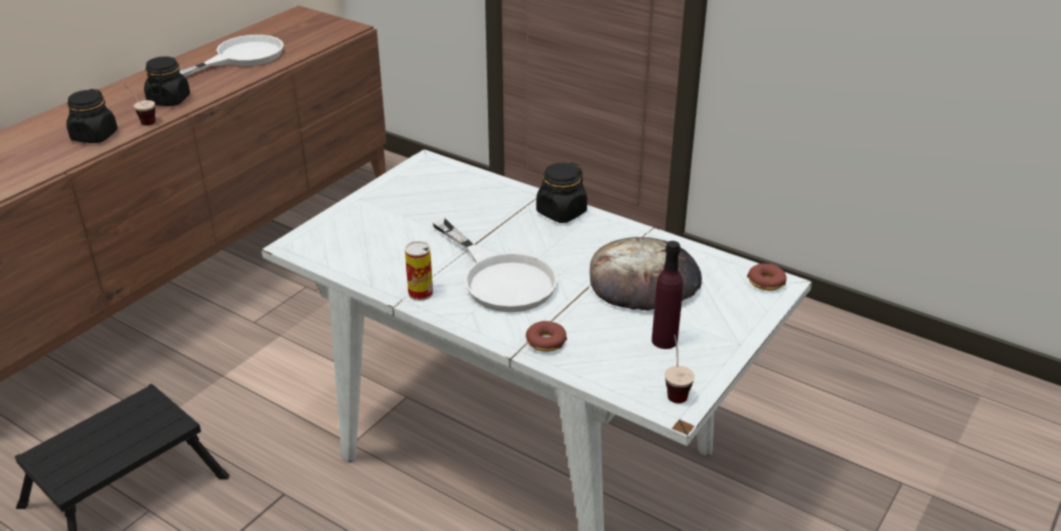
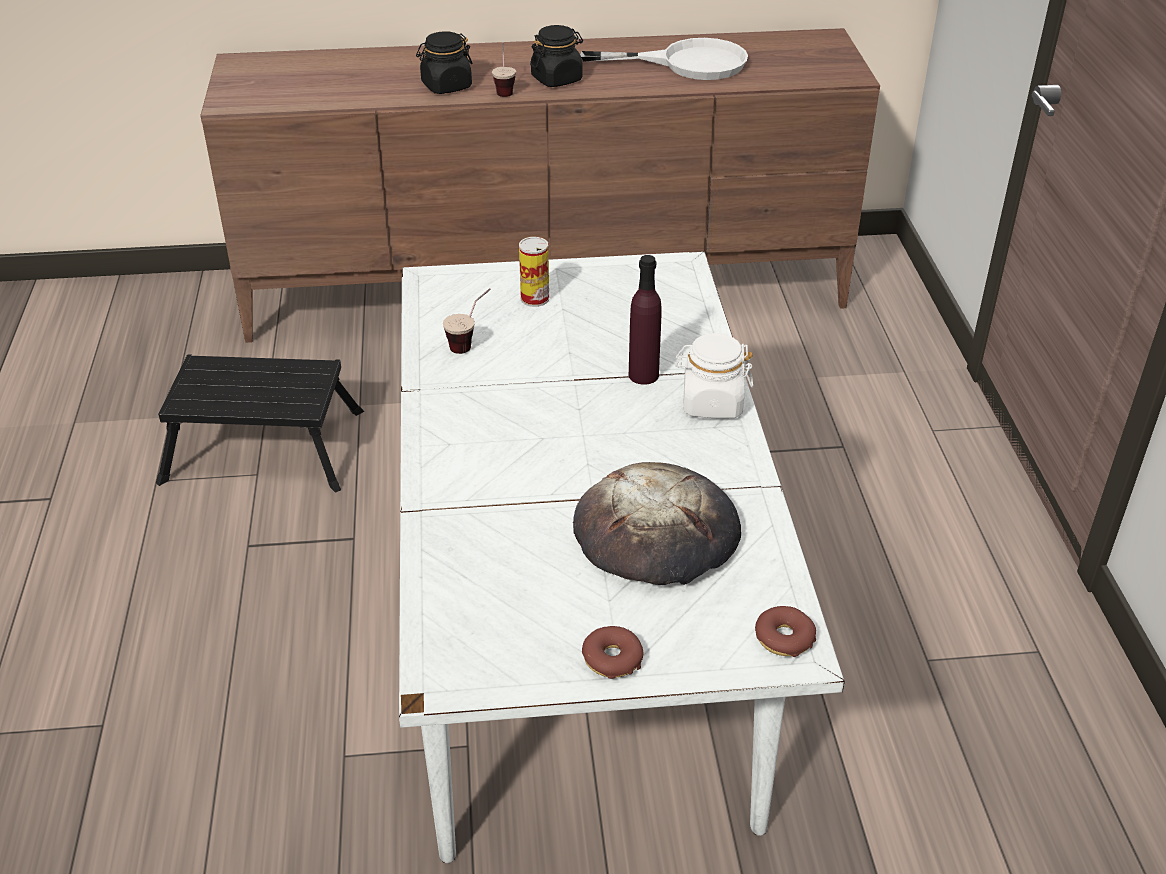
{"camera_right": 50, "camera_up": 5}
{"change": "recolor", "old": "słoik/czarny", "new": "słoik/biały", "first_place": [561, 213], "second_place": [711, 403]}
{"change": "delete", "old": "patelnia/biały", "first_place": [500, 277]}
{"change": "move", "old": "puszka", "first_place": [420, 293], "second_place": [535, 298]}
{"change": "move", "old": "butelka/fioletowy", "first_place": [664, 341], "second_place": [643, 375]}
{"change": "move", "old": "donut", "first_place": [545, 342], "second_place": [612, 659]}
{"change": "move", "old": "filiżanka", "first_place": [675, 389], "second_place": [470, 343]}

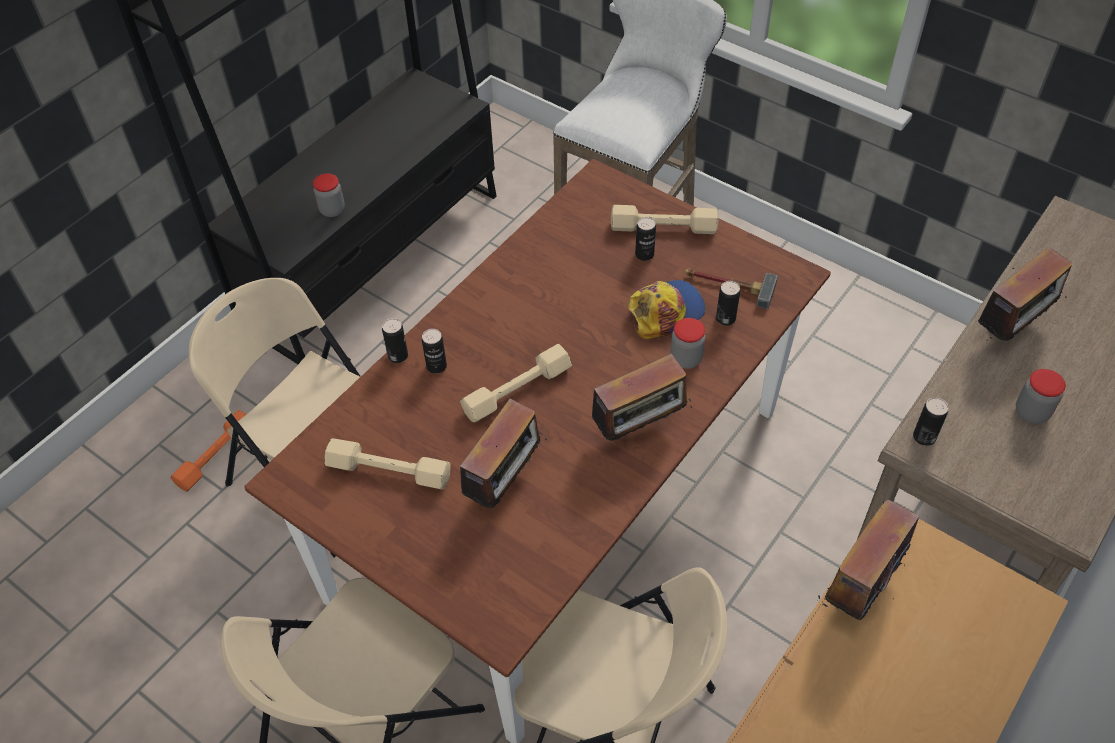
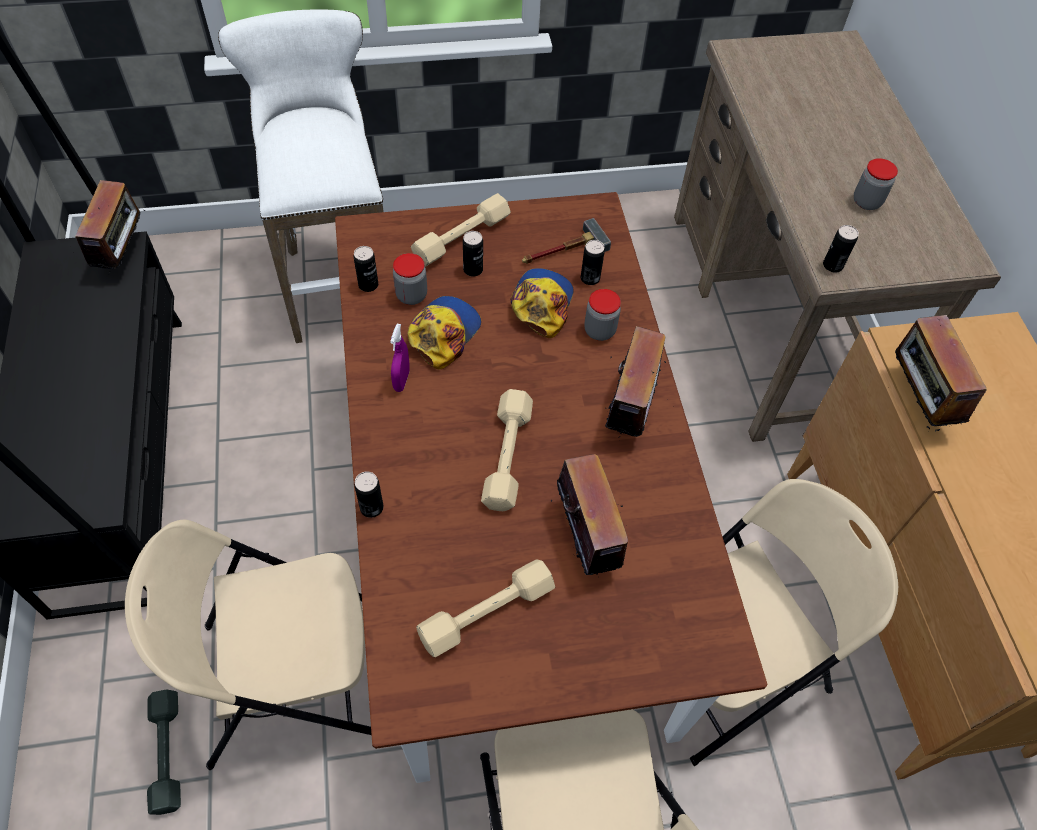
{"camera_right": -50, "camera_up": 5}
{"change": "move", "old": "słoik", "first_place": [332, 210], "second_place": [411, 295]}
{"change": "move", "old": "radio", "first_place": [1012, 327], "second_place": [124, 254]}
{"change": "move", "old": "puszka", "first_place": [436, 366], "second_place": [368, 285]}
{"change": "recolor", "old": "hantel/pomarańczowy", "new": "hantel/szary", "first_place": [215, 455], "second_place": [166, 753]}
{"change": "insert", "new": "czapka z daszkiem", "second_place": [444, 333]}
{"change": "insert", "new": "spryskiwacz/fioletowy", "second_place": [401, 380]}

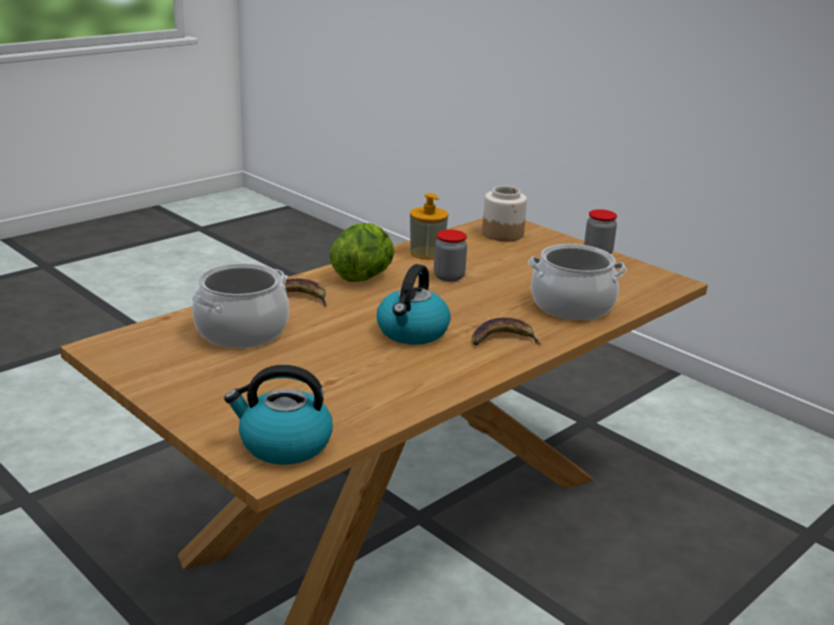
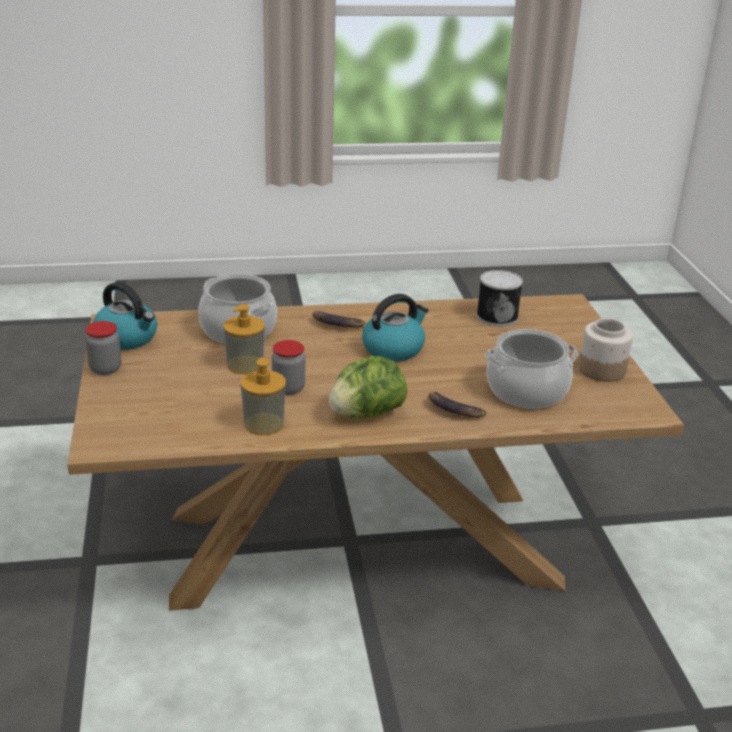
{"camera_right": -145, "camera_up": 5}
{"change": "move", "old": "słoik", "first_place": [503, 234], "second_place": [601, 370]}
{"change": "move", "old": "czajnik", "first_place": [284, 444], "second_place": [127, 338]}
{"change": "insert", "new": "puszka", "second_place": [497, 316]}
{"change": "insert", "new": "dozownik mydła", "second_place": [245, 365]}

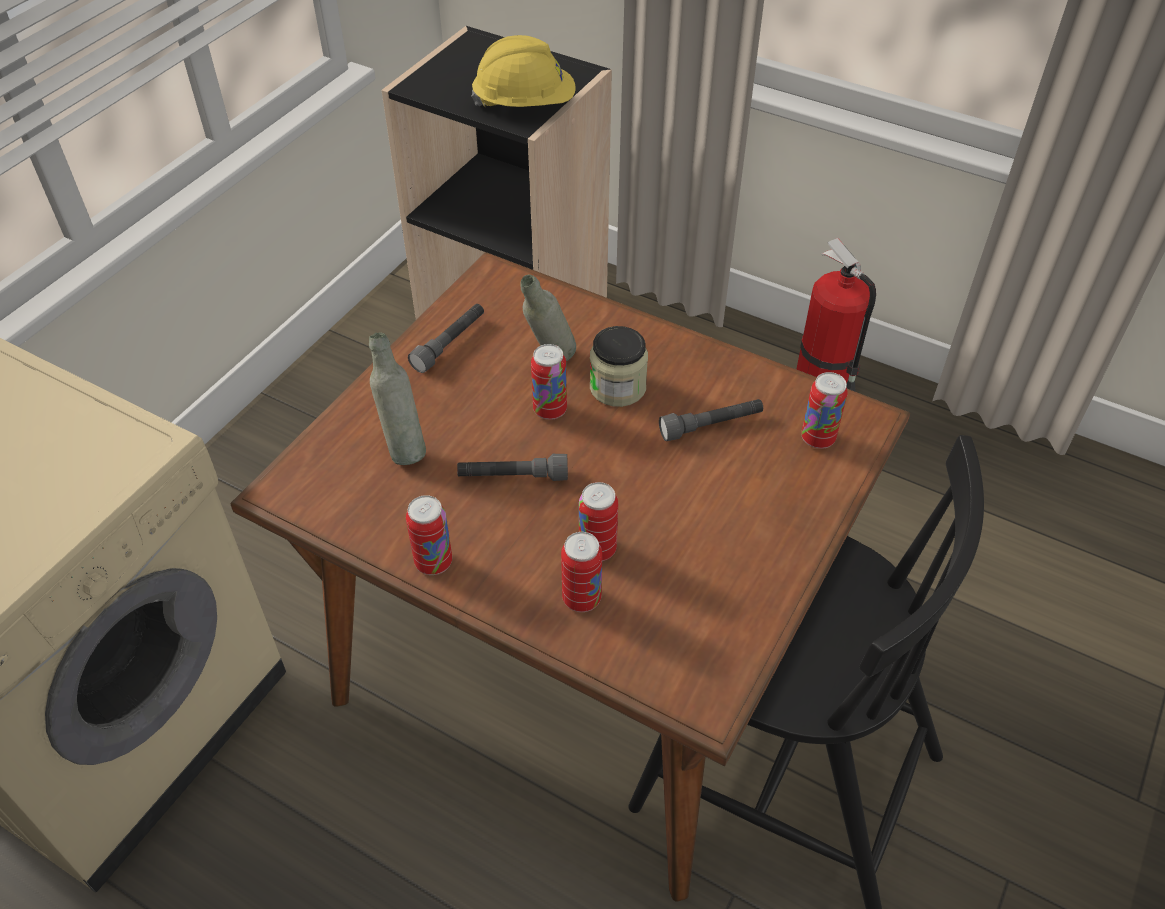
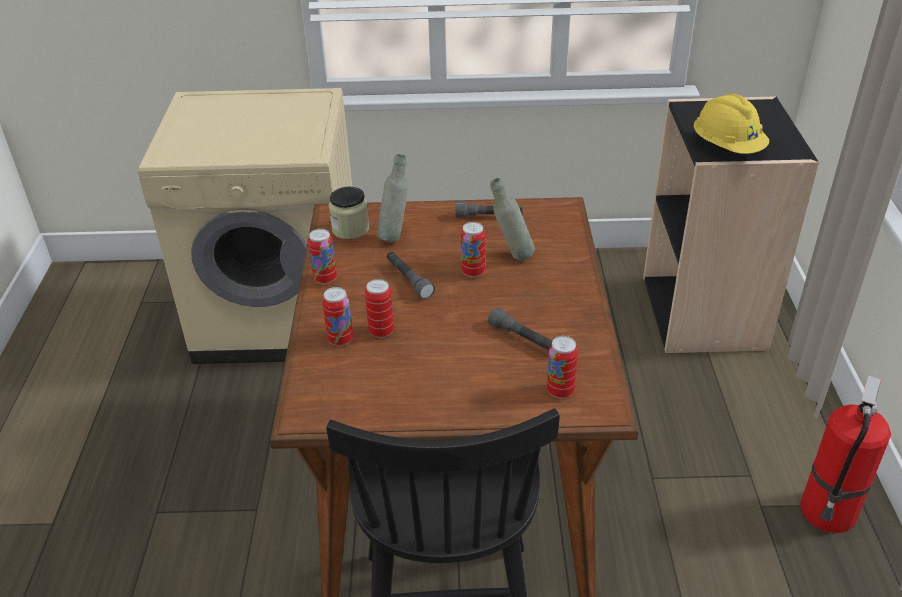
{"camera_right": 60, "camera_up": -10}
{"change": "move", "old": "słoik", "first_place": [617, 387], "second_place": [350, 229]}

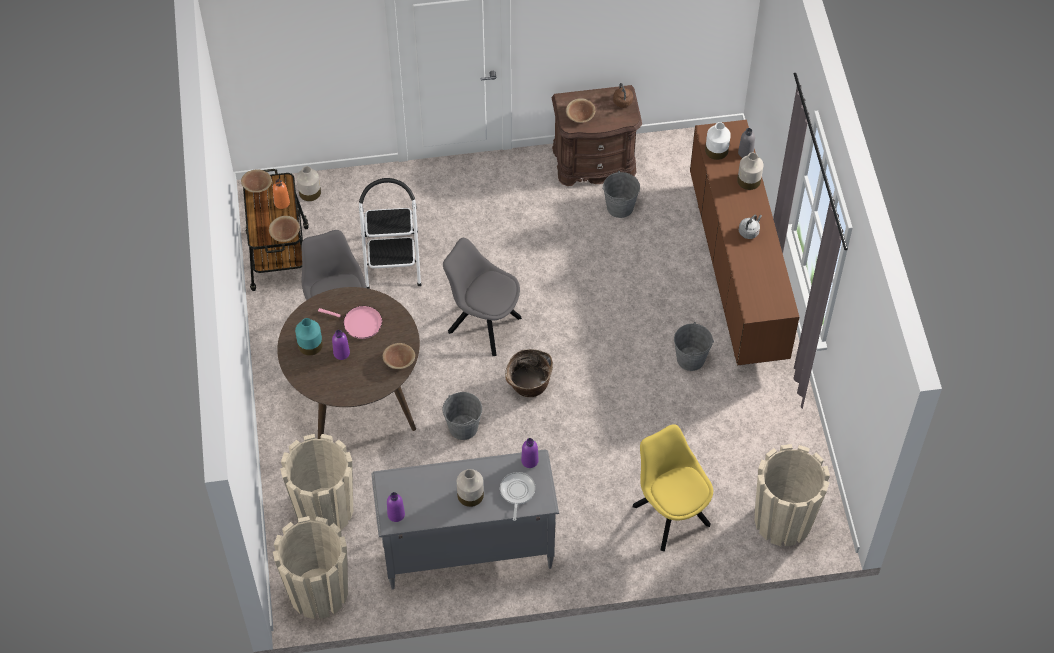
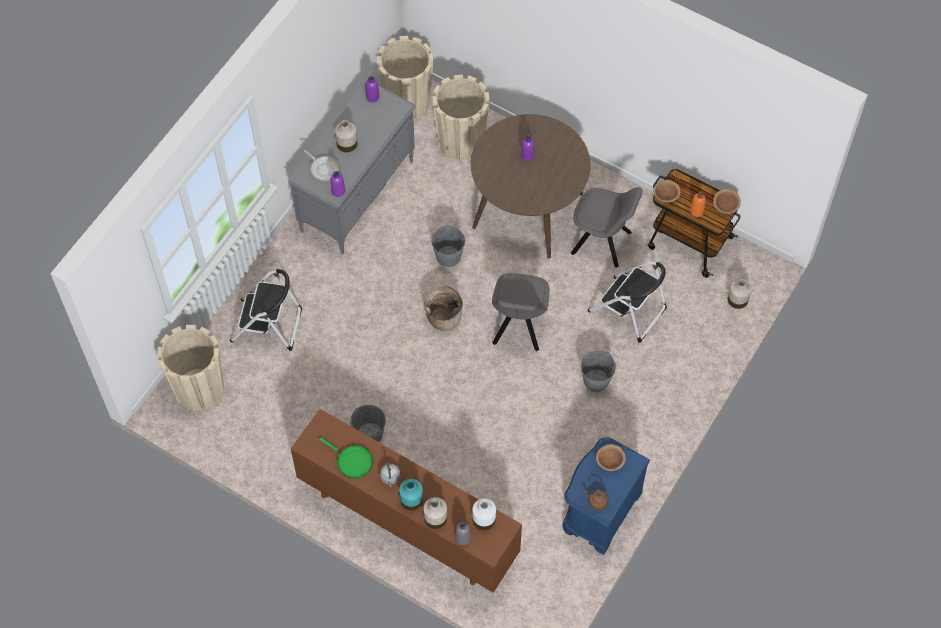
{"camera_right": 130, "camera_up": 5}
{"change": "recolor", "old": "szafka nocna/brązowy", "new": "szafka nocna/niebieski", "first_place": [595, 164], "second_place": [599, 511]}
{"change": "move", "old": "wiadro/szary", "first_place": [620, 207], "second_place": [596, 380]}
{"change": "rotate", "old": "krzesło/szary", "first_place": [483, 325], "second_place": [519, 326], "degrees": 120}
{"change": "delete", "old": "patelnia/różowy", "first_place": [360, 323]}
{"change": "move", "old": "wazon/turkusowy", "first_place": [310, 344], "second_place": [412, 499]}
{"change": "delete", "old": "miska/brązowy", "first_place": [399, 360]}
{"change": "replace", "old": "krzesło/żółty", "new": "drabinka", "first_place": [670, 515], "second_place": [269, 325]}
{"change": "insert", "new": "patelnia/zielony", "second_place": [352, 462]}

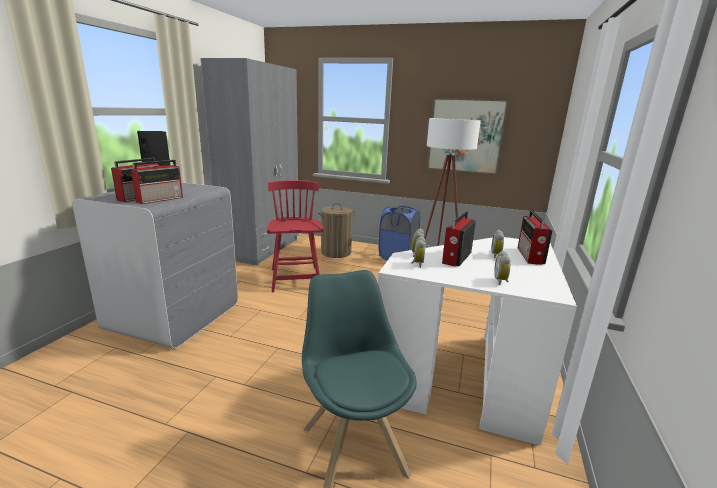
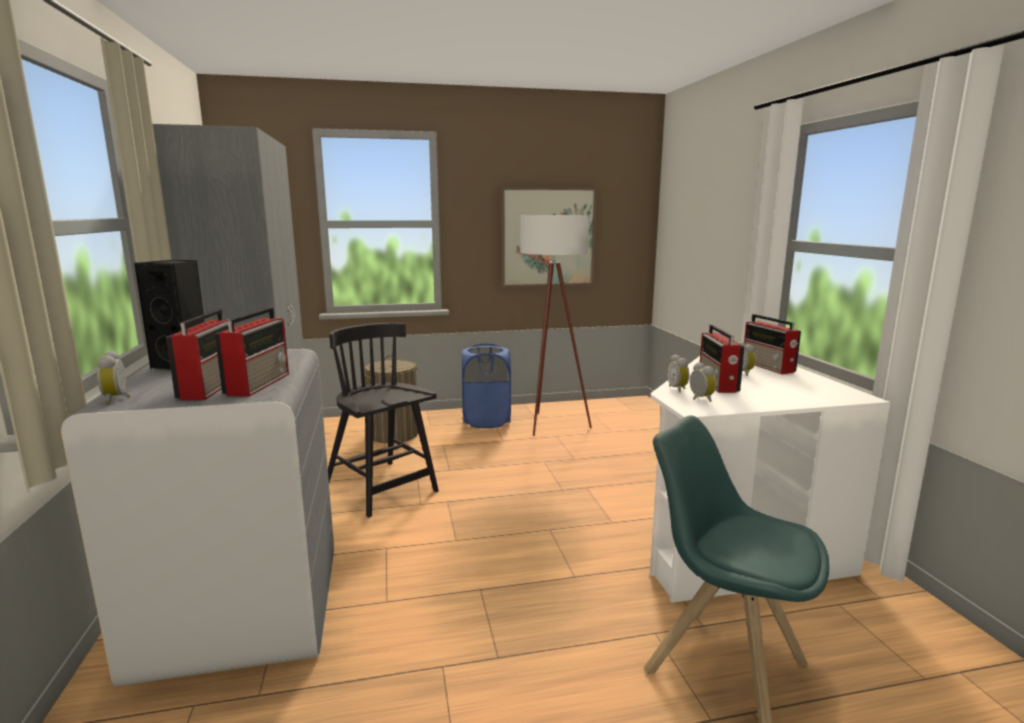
{"camera_right": -30, "camera_up": -5}
{"change": "recolor", "old": "krzesło/czerwony", "new": "krzesło/czarny", "first_place": [295, 279], "second_place": [382, 488]}
{"change": "move", "old": "budzik", "first_place": [501, 281], "second_place": [118, 398]}

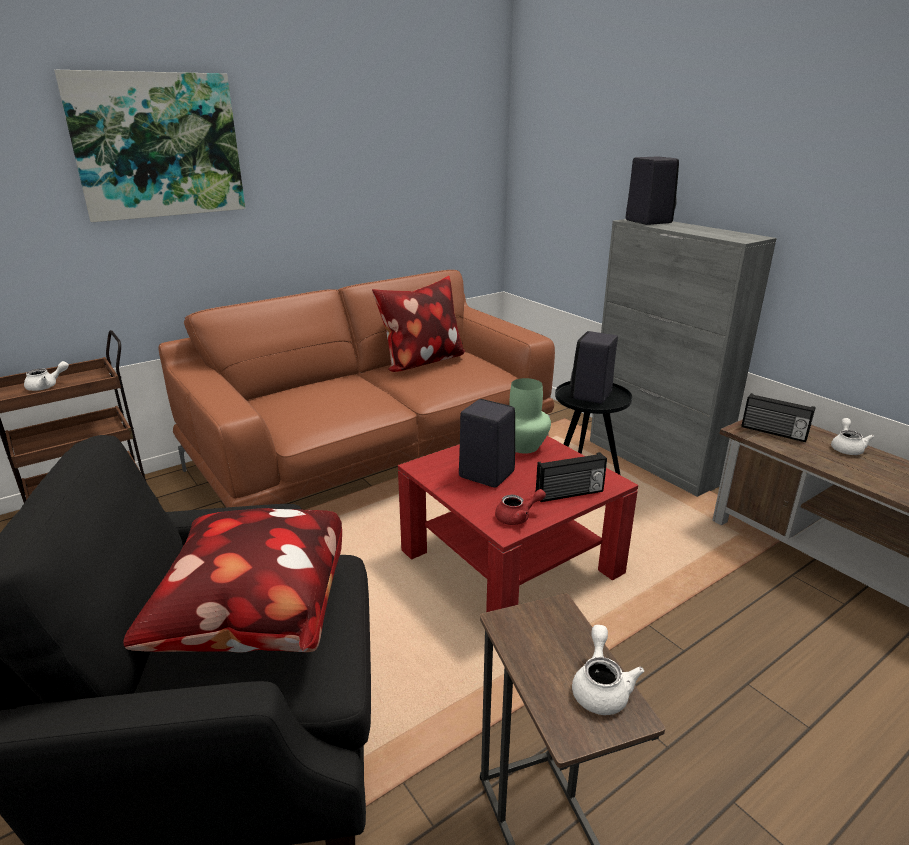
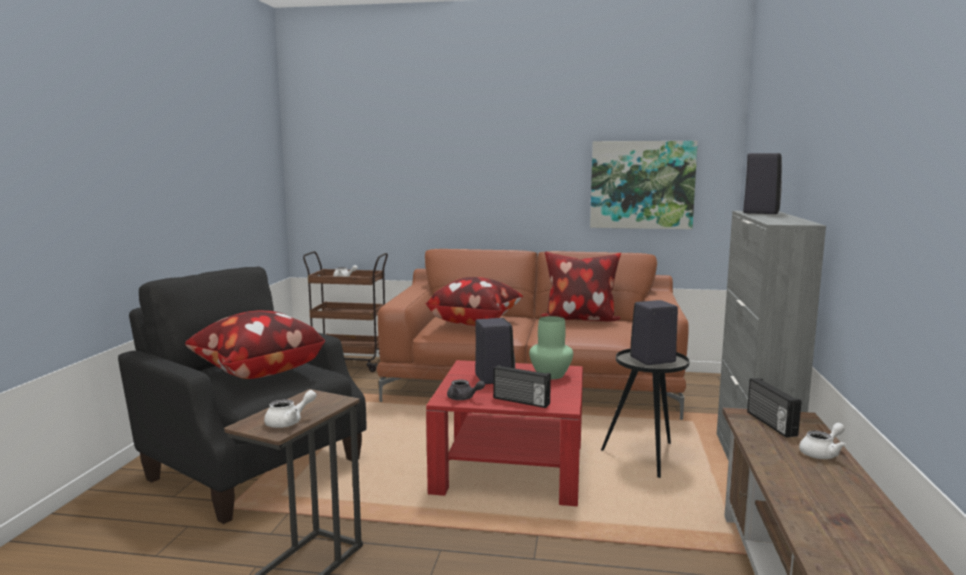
{"camera_right": 45, "camera_up": -15}
{"change": "move", "old": "obraz", "first_place": [158, 146], "second_place": [642, 185]}
{"change": "recolor", "old": "imbryk/czerwony", "new": "imbryk/szary", "first_place": [518, 517], "second_place": [463, 398]}
{"change": "insert", "new": "poduszka", "second_place": [474, 322]}

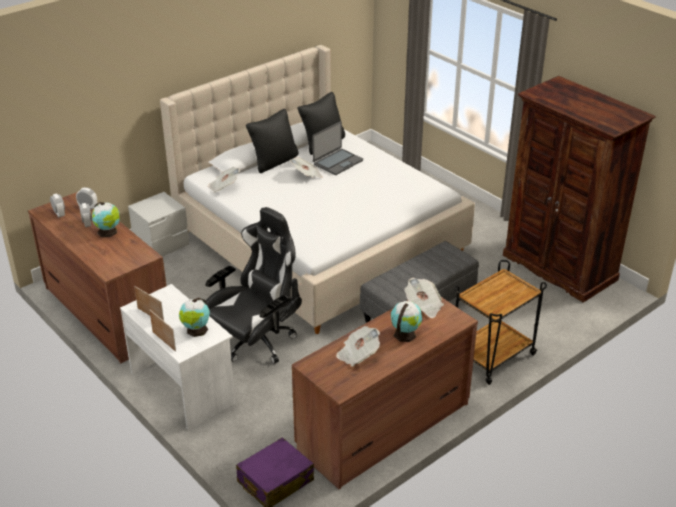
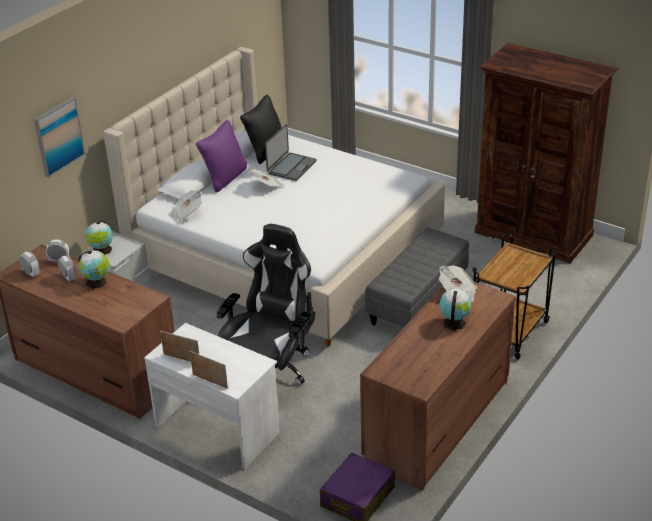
{"camera_right": -15, "camera_up": 0}
{"change": "recolor", "old": "poduszka/czarny", "new": "poduszka/fioletowy", "first_place": [274, 161], "second_place": [224, 178]}
{"change": "move", "old": "globus", "first_place": [196, 330], "second_place": [102, 250]}
{"change": "delete", "old": "gazeta", "first_place": [358, 355]}
{"change": "insert", "new": "obraz", "second_place": [58, 136]}

